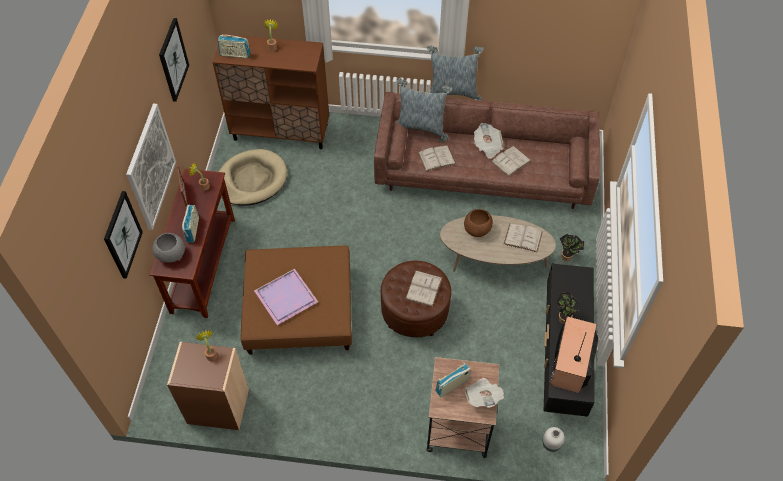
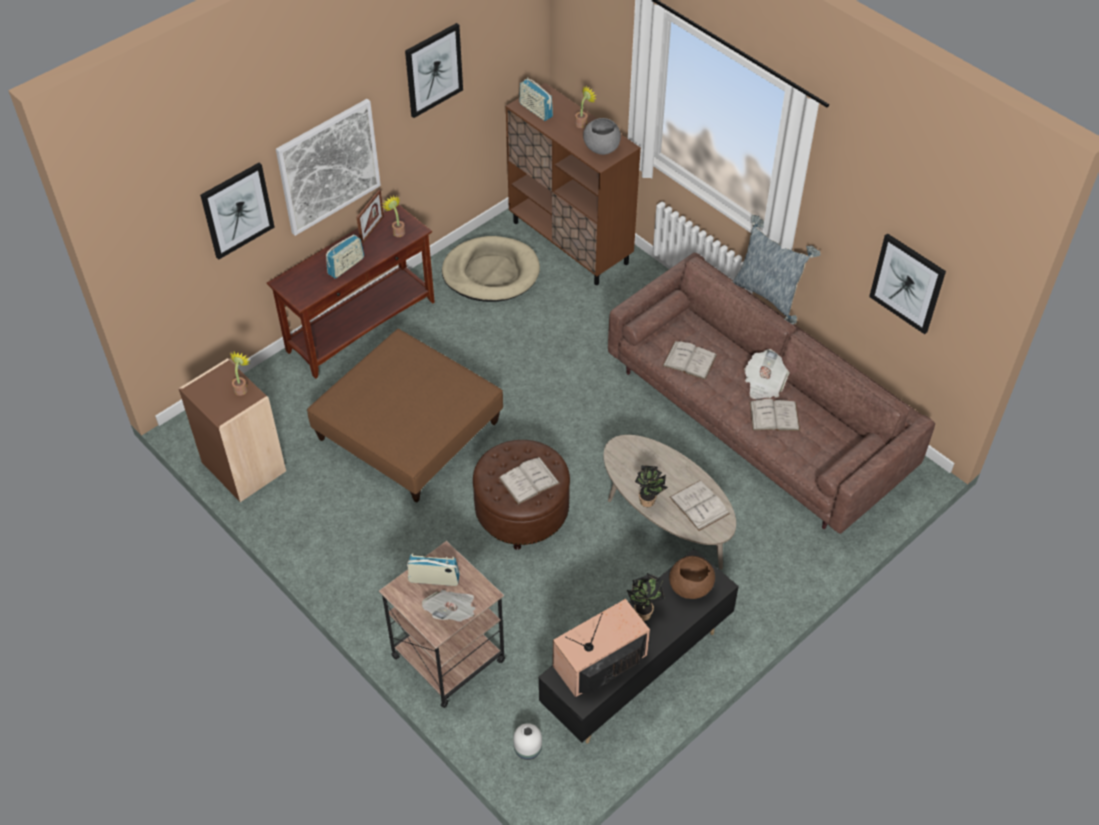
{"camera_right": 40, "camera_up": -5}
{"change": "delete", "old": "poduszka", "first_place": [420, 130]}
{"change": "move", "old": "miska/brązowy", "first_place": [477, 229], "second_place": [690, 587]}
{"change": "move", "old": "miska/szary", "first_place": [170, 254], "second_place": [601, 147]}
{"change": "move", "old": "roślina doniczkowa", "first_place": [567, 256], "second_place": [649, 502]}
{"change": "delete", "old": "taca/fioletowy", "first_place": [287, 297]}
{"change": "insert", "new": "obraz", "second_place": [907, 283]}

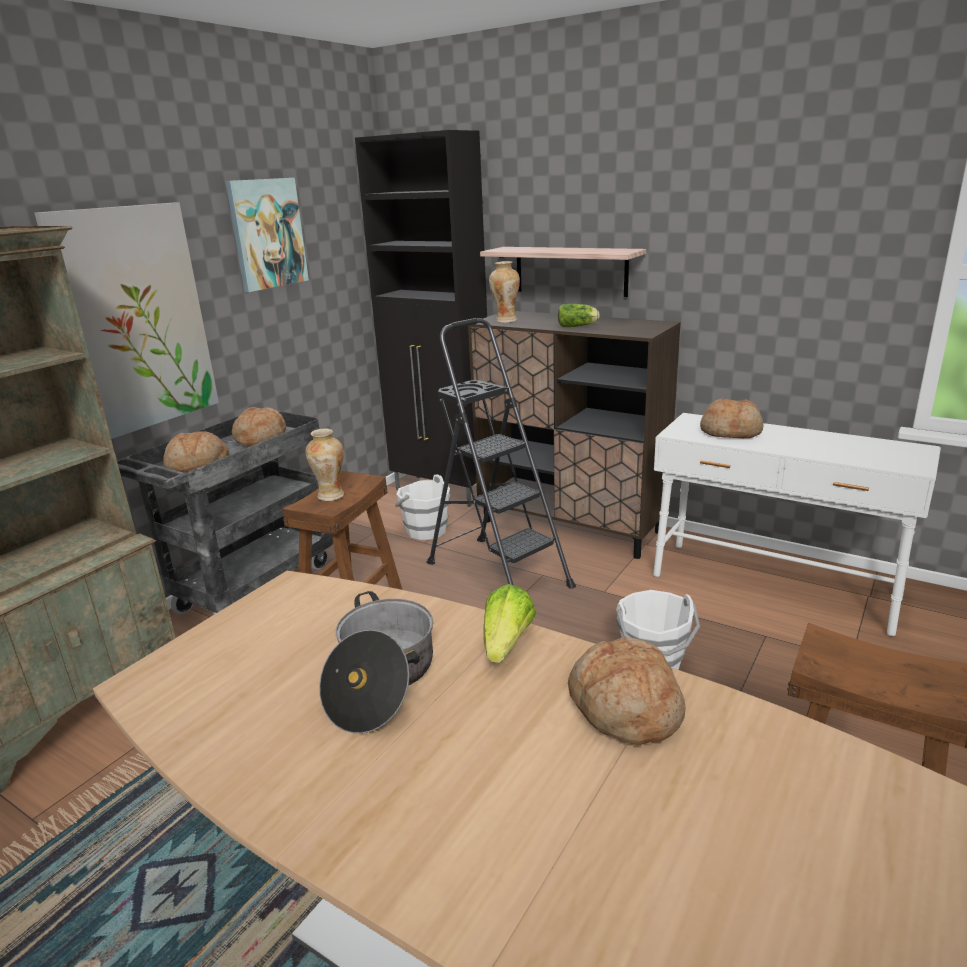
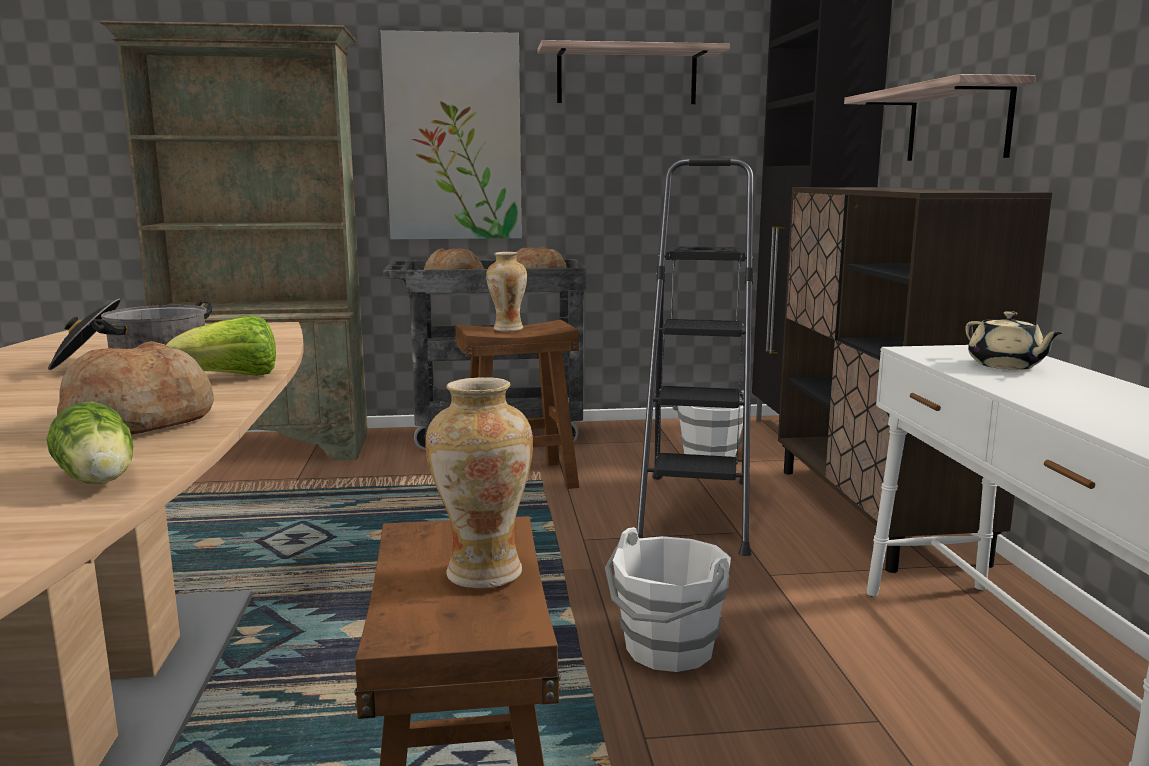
{"camera_right": 50, "camera_up": -10}
{"change": "replace", "old": "obraz", "new": "półka", "first_place": [267, 234], "second_place": [627, 76]}
{"change": "move", "old": "wazon", "first_place": [505, 321], "second_place": [483, 572]}
{"change": "move", "old": "sałata", "first_place": [578, 326], "second_place": [98, 480]}
{"change": "replace", "old": "chleb", "new": "imbryk/beżowy", "first_place": [731, 431], "second_place": [1005, 365]}

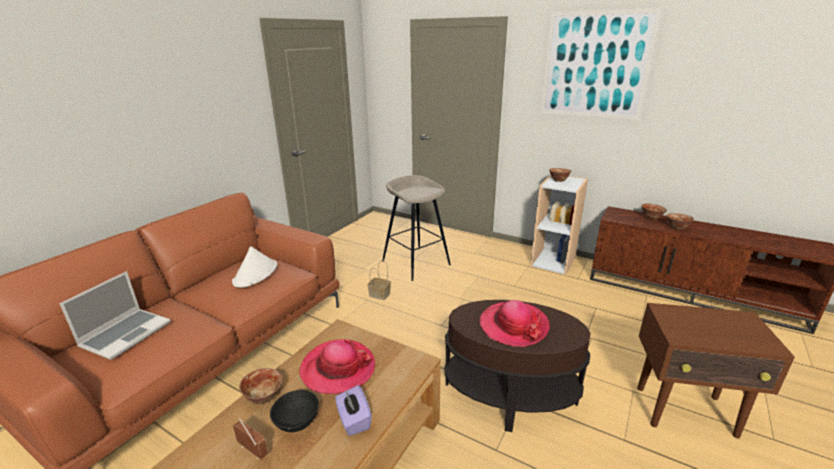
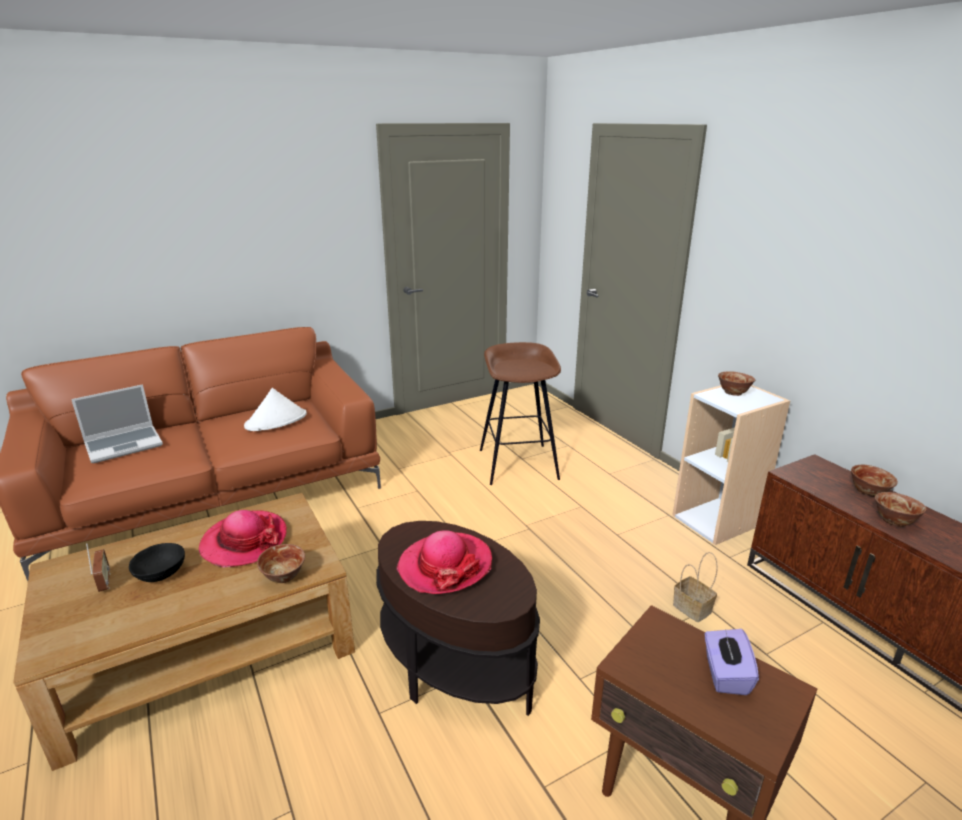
{"camera_right": 30, "camera_up": 0}
{"change": "delete", "old": "obraz", "first_place": [595, 65]}
{"change": "recolor", "old": "stołek/szary", "new": "stołek/brązowy", "first_place": [416, 262], "second_place": [518, 464]}
{"change": "move", "old": "koszyk", "first_place": [380, 294], "second_place": [693, 609]}
{"change": "move", "old": "miska", "first_place": [264, 397], "second_place": [284, 577]}
{"change": "move", "old": "pudełko chusteczek/fioletowy", "first_place": [353, 420], "second_place": [725, 674]}

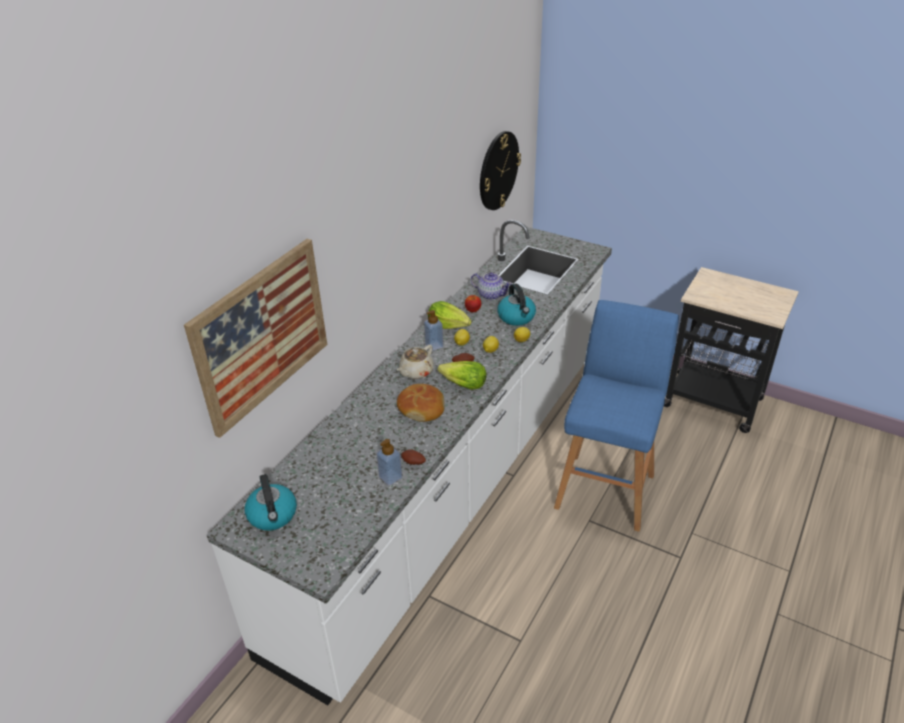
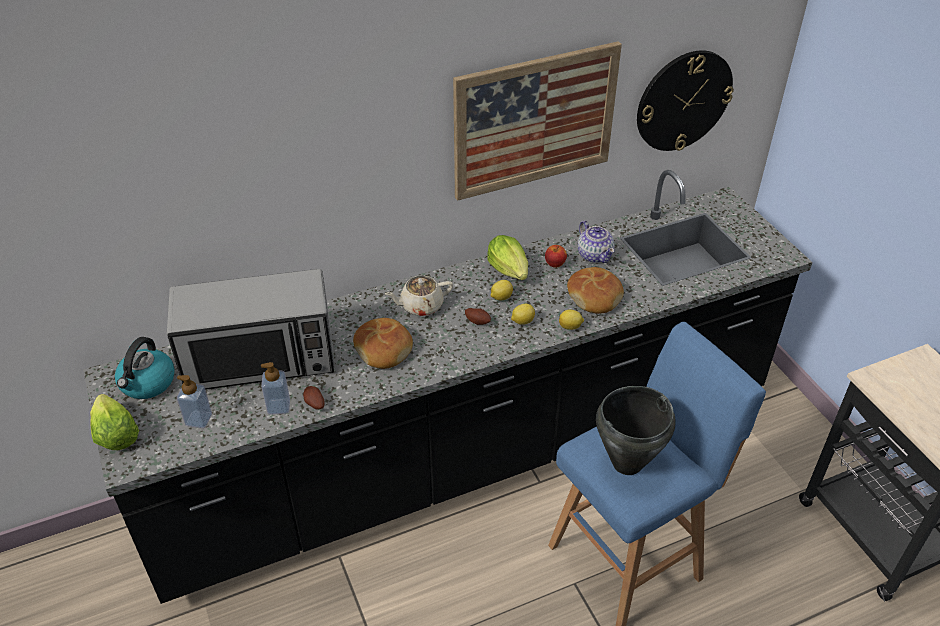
{"camera_right": 35, "camera_up": 5}
{"change": "recolor", "old": "zabudowa kuchenna/biały", "new": "zabudowa kuchenna/czarny", "first_place": [455, 485], "second_place": [470, 456]}
{"change": "move", "old": "obraz", "first_place": [262, 335], "second_place": [534, 121]}
{"change": "replace", "old": "czajnik", "new": "chleb", "first_place": [517, 317], "second_place": [594, 296]}
{"change": "move", "old": "dozownik mydła", "first_place": [434, 346], "second_place": [199, 419]}
{"change": "move", "old": "sałata", "first_place": [463, 385], "second_place": [115, 434]}
{"change": "insert", "new": "mikrofalówka", "second_place": [260, 359]}
{"change": "insert", "new": "garnek/czarny", "second_place": [626, 463]}

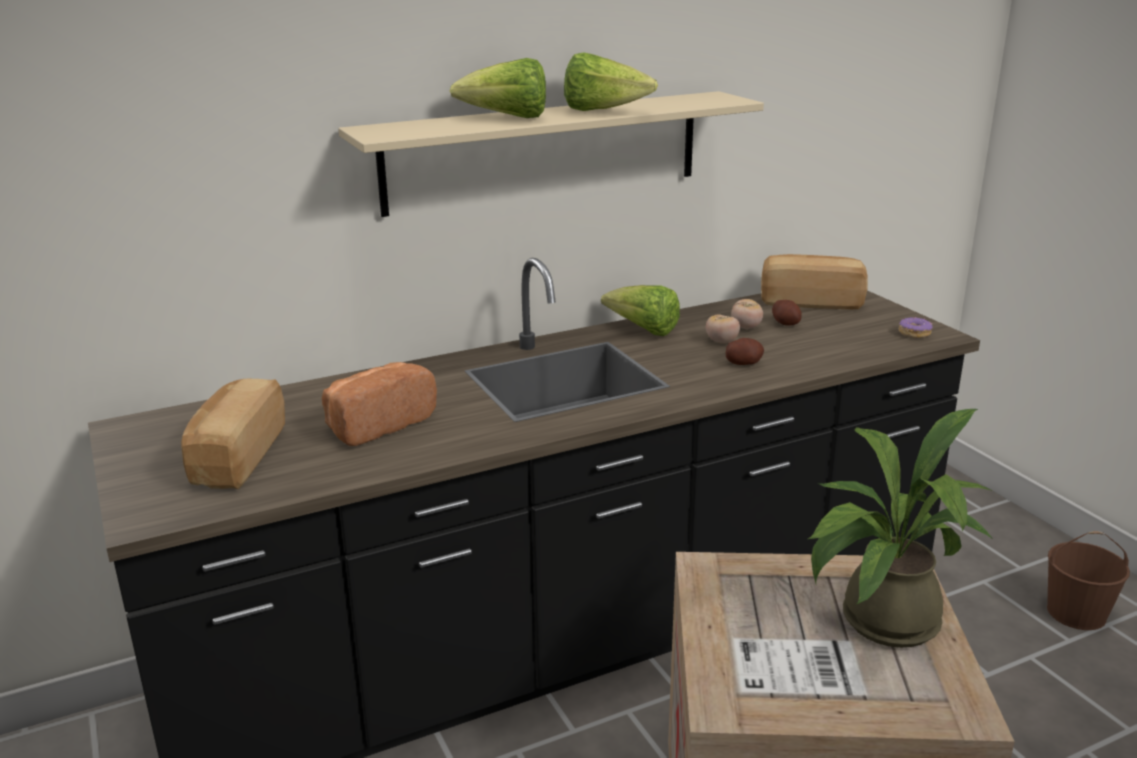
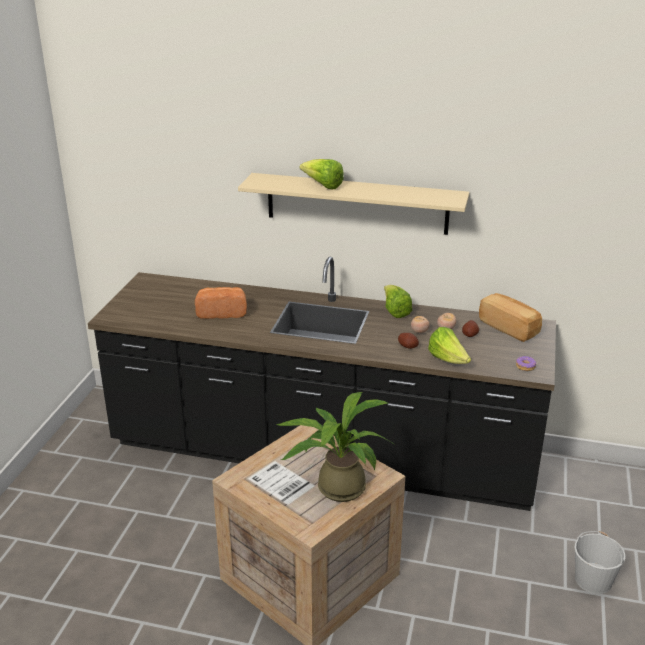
{"camera_right": 40, "camera_up": 5}
{"change": "move", "old": "sałata", "first_place": [603, 111], "second_place": [448, 360]}
{"change": "delete", "old": "chleb", "first_place": [236, 458]}
{"change": "recolor", "old": "wiadro/brązowy", "new": "wiadro/biały", "first_place": [1077, 612], "second_place": [594, 580]}

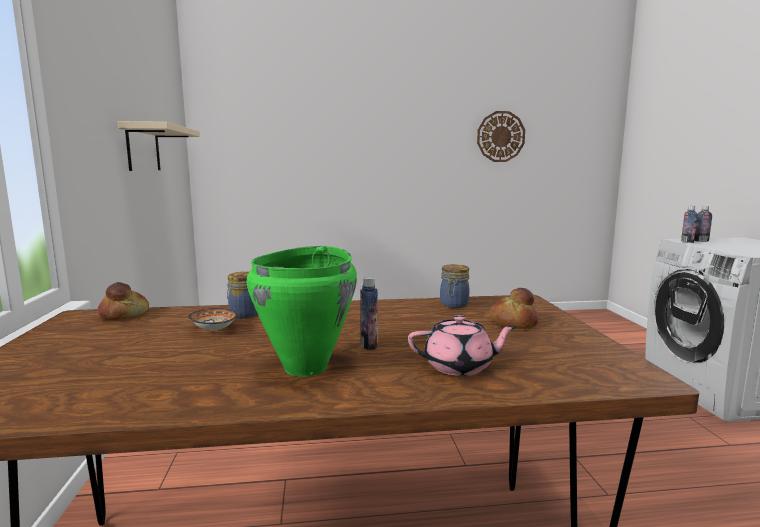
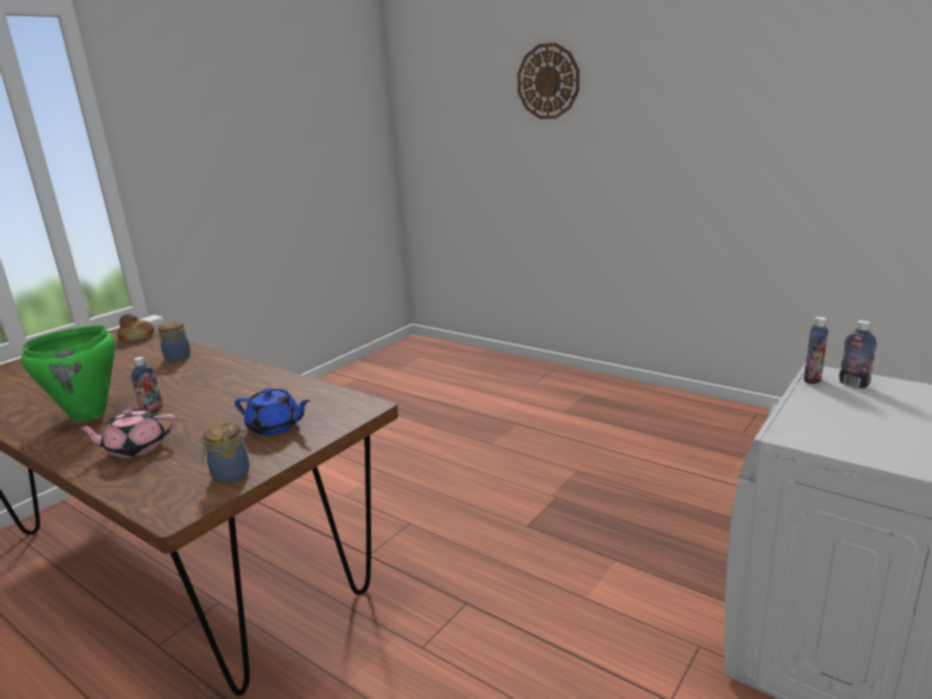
{"camera_right": 45, "camera_up": 10}
{"change": "move", "old": "zegar ścienny", "first_place": [500, 136], "second_place": [548, 81]}
{"change": "delete", "old": "półka/beżowy", "first_place": [143, 148]}
{"change": "move", "old": "słoik", "first_place": [453, 305], "second_place": [229, 475]}
{"change": "replace", "old": "chleb", "new": "imbryk/niebieski", "first_place": [513, 322], "second_place": [275, 427]}
{"change": "delete", "old": "miska", "first_place": [213, 330]}
{"change": "rotate", "old": "imbryk/różowy", "first_place": [459, 366], "second_place": [135, 448], "degrees": 120}

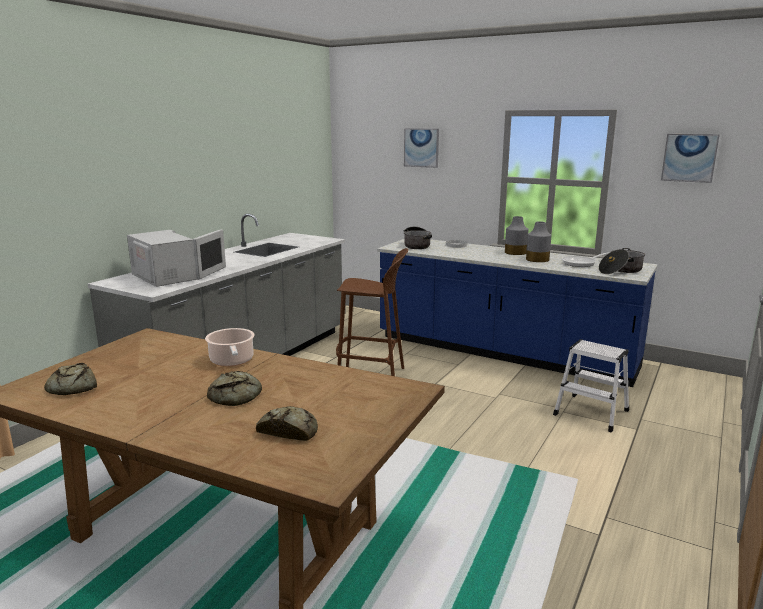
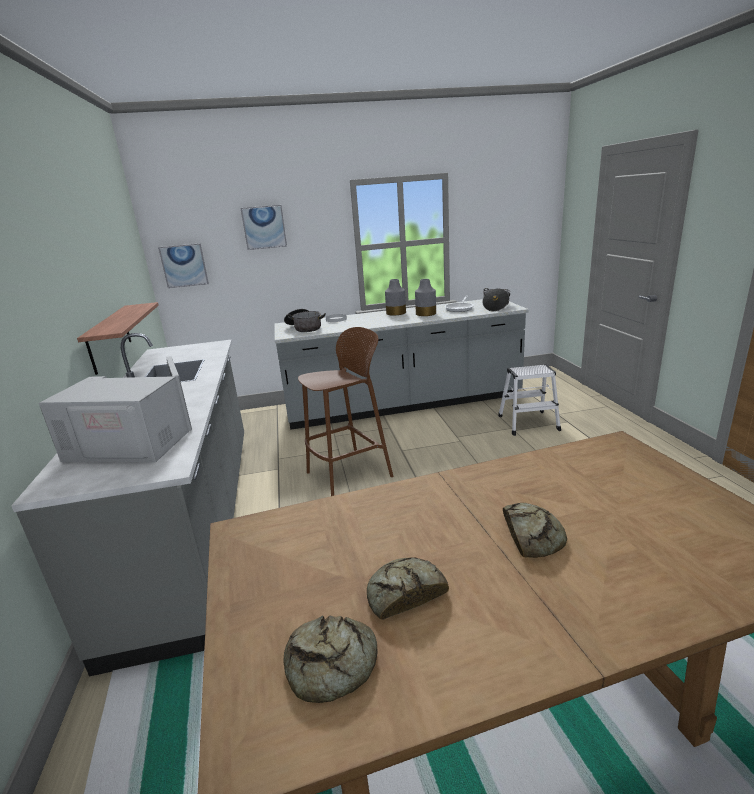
{"camera_right": -40, "camera_up": 5}
{"change": "move", "old": "obraz", "first_place": [689, 157], "second_place": [184, 265]}
{"change": "recolor", "old": "zabudowa kuchenna/niebieski", "new": "zabudowa kuchenna/szary", "first_place": [503, 352], "second_place": [403, 405]}
{"change": "delete", "old": "garnek", "first_place": [232, 361]}
{"change": "move", "old": "chleb", "first_place": [289, 430], "second_place": [404, 593]}
{"change": "insert", "new": "półka", "second_place": [109, 338]}

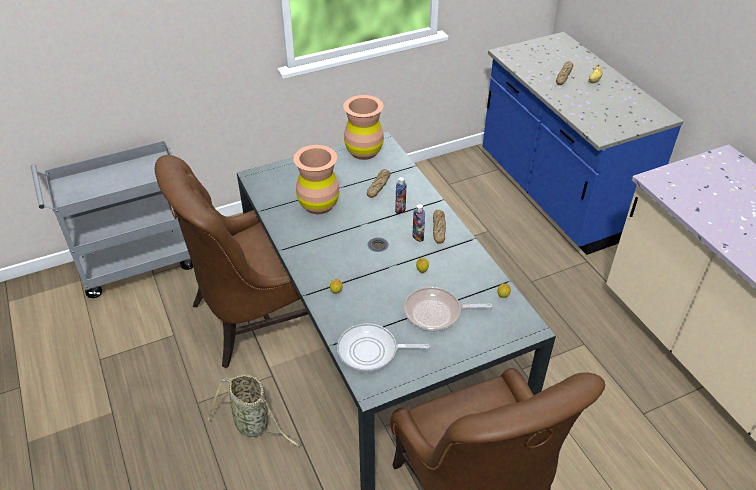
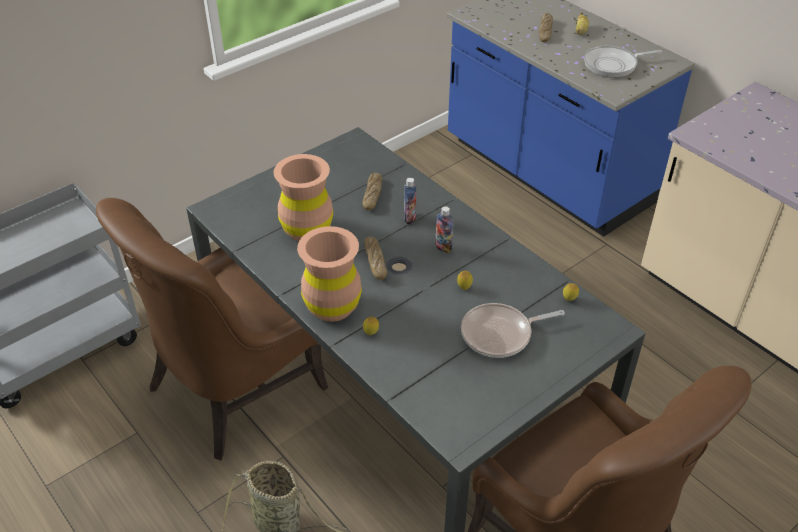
{"camera_right": -15, "camera_up": 0}
{"change": "move", "old": "wazon/brązowy", "first_place": [364, 151], "second_place": [332, 306]}
{"change": "move", "old": "chleb", "first_place": [438, 229], "second_place": [375, 261]}
{"change": "move", "old": "patelnia", "first_place": [371, 351], "second_place": [613, 65]}

